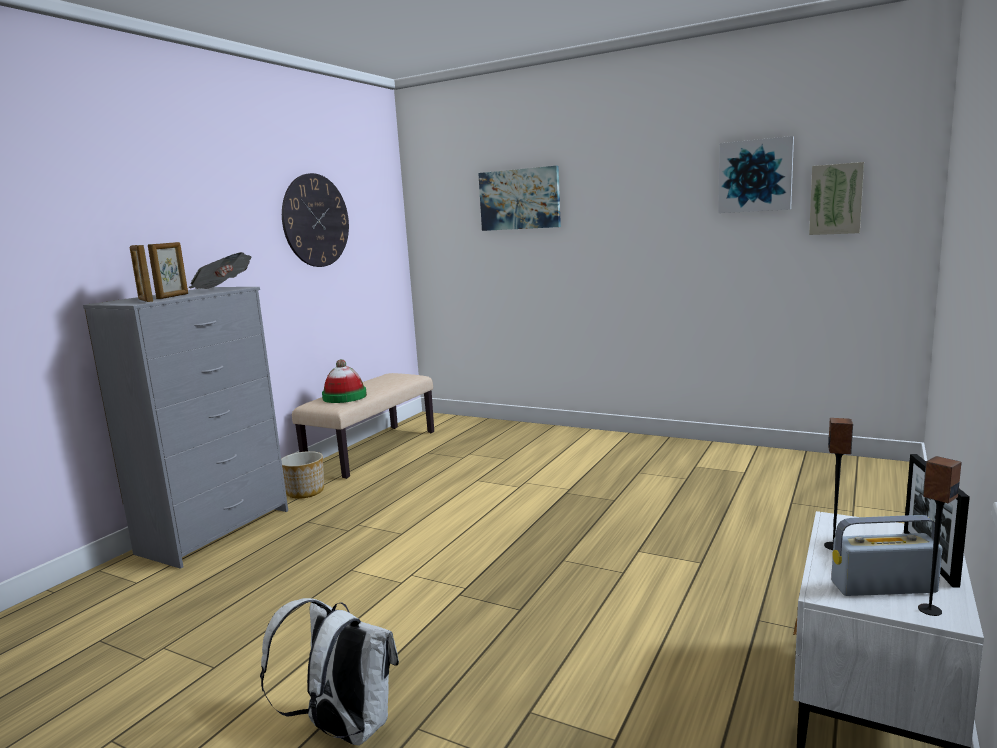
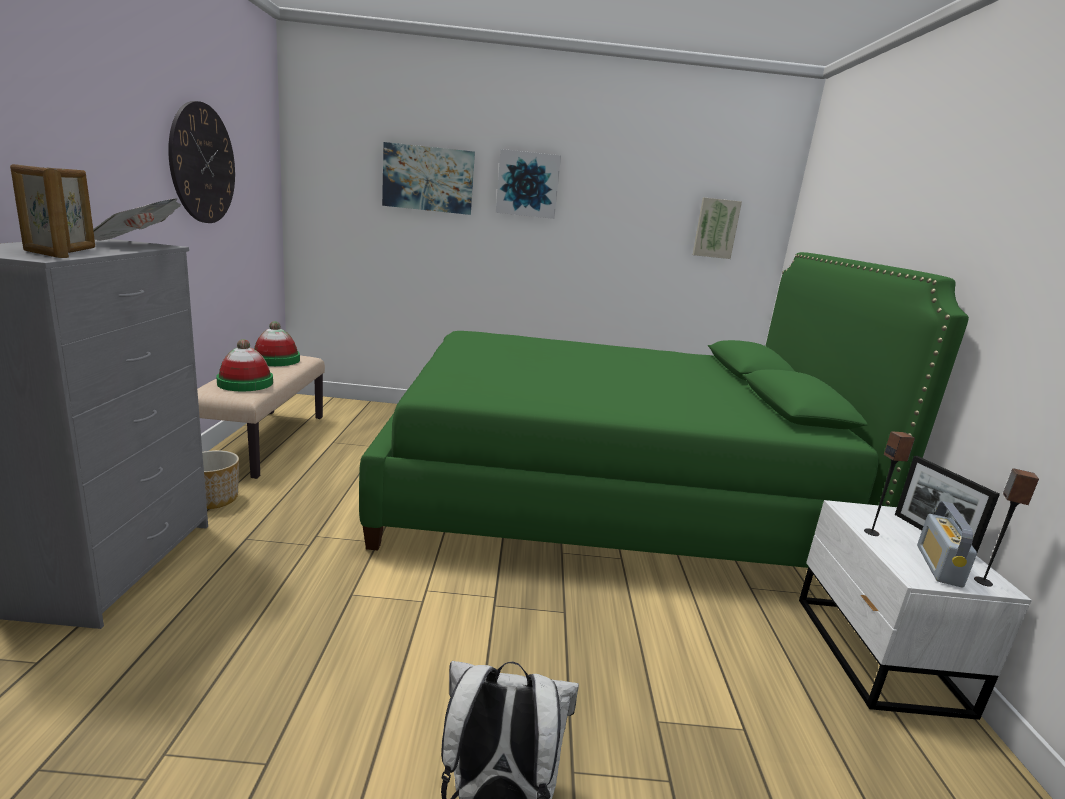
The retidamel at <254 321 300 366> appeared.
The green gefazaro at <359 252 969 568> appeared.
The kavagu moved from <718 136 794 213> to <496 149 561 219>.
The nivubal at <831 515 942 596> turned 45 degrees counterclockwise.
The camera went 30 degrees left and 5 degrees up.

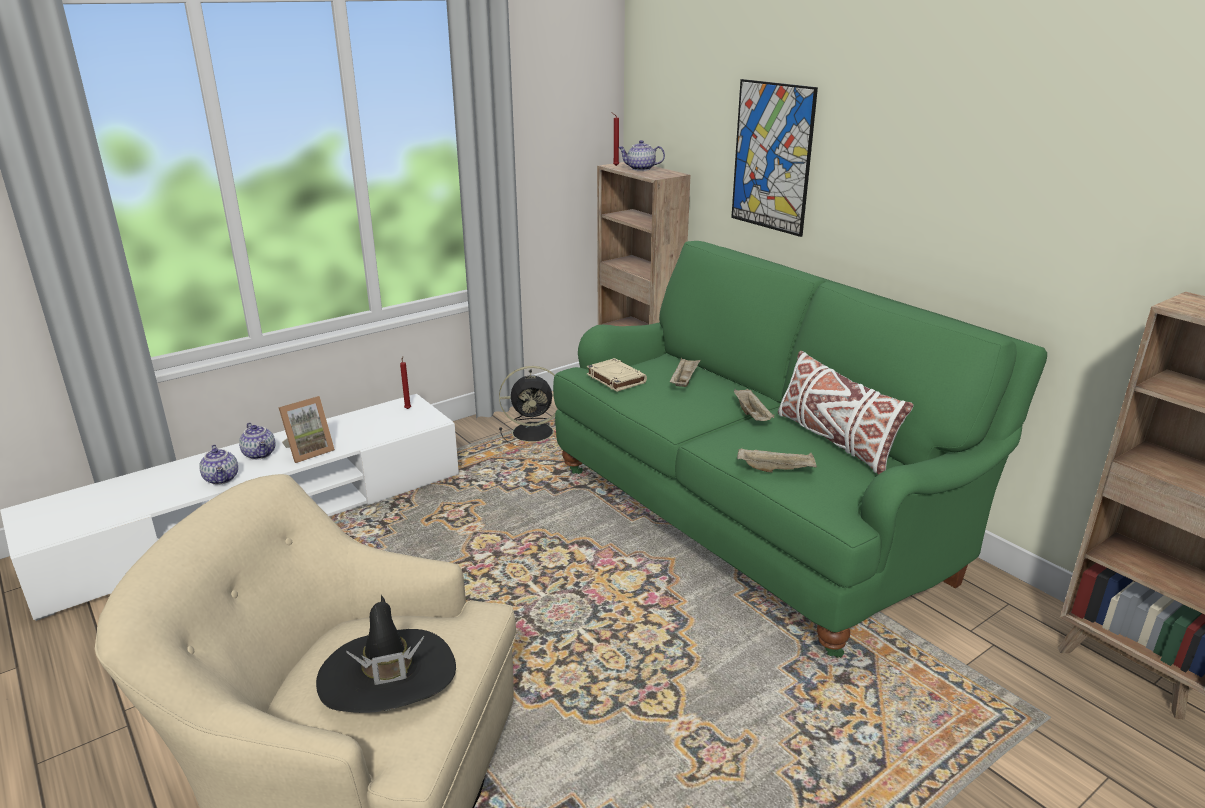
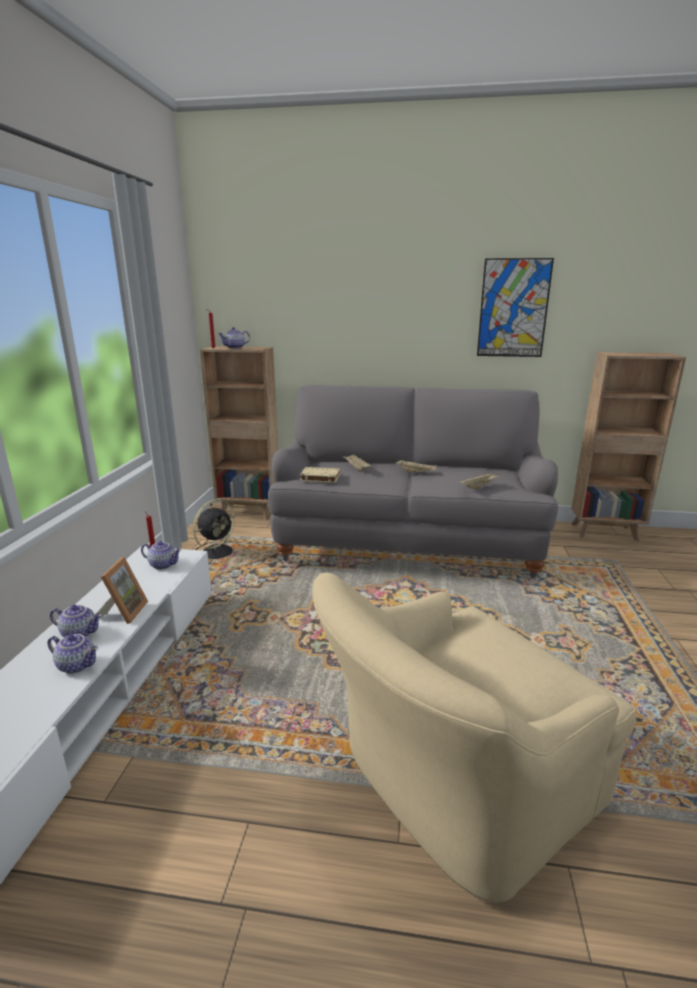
The black retidamel at <316 595 456 713> disappeared.
The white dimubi at <778 351 914 475> disappeared.
The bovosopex at <141 541 181 570> appeared.
The kavagu moved from <731 79 818 237> to <477 258 554 357>.
The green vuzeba at <553 241 1047 658> became the grey vuzeba at <268 385 558 578>.
The camera went 45 degrees left and 5 degrees down.

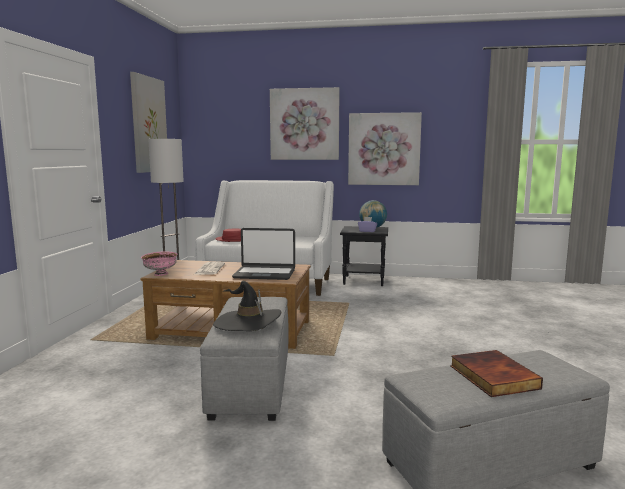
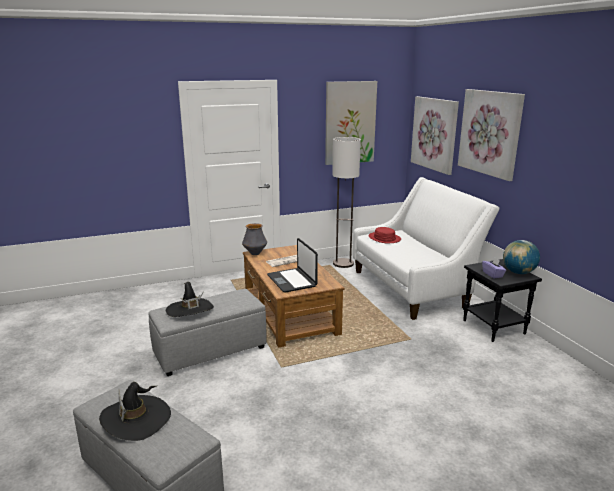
The kavagu moved from <348 112 422 185> to <411 96 459 175>.
The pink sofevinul at <141 252 178 276> was replaced by the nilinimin at <242 223 267 255>.
The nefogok at <450 350 543 397> was replaced by the black retidamel at <99 382 171 441>.
The camera went 60 degrees right and 10 degrees up.

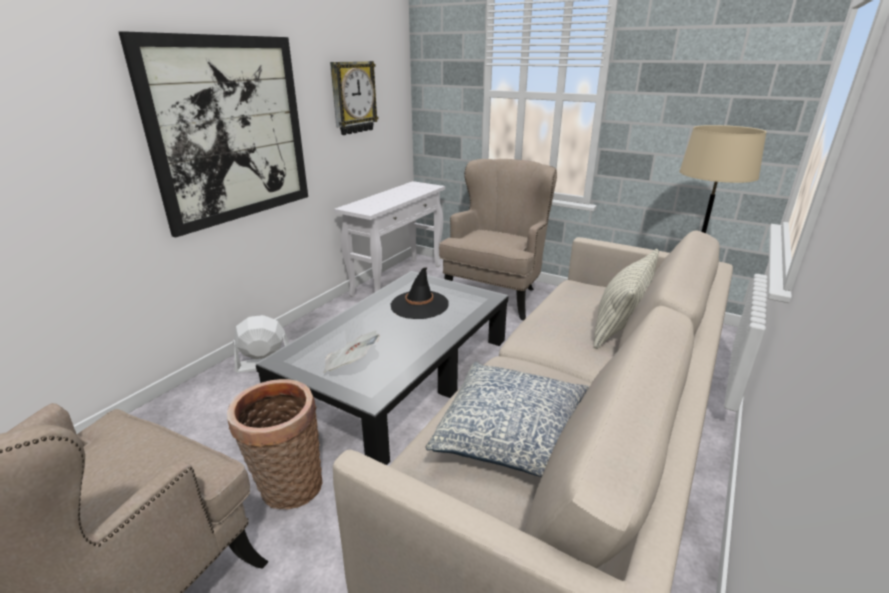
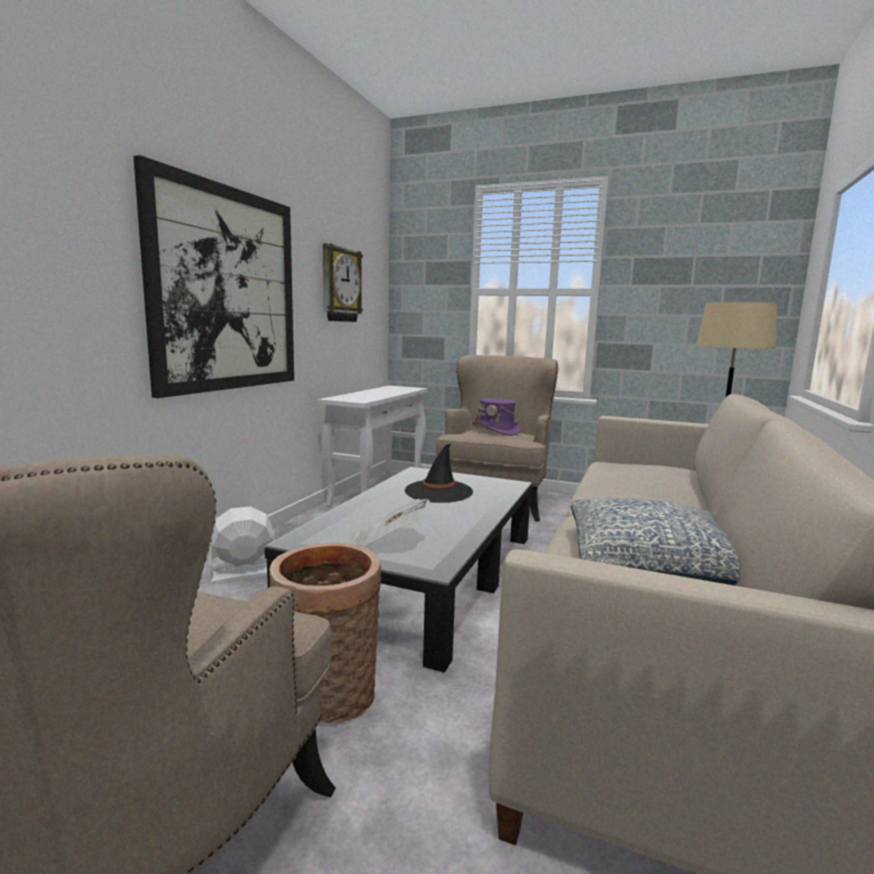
The dimubi at <594 249 659 349> disappeared.
The purple retidamel at <472 398 521 436> appeared.
The camera went 10 degrees left and 15 degrees down.

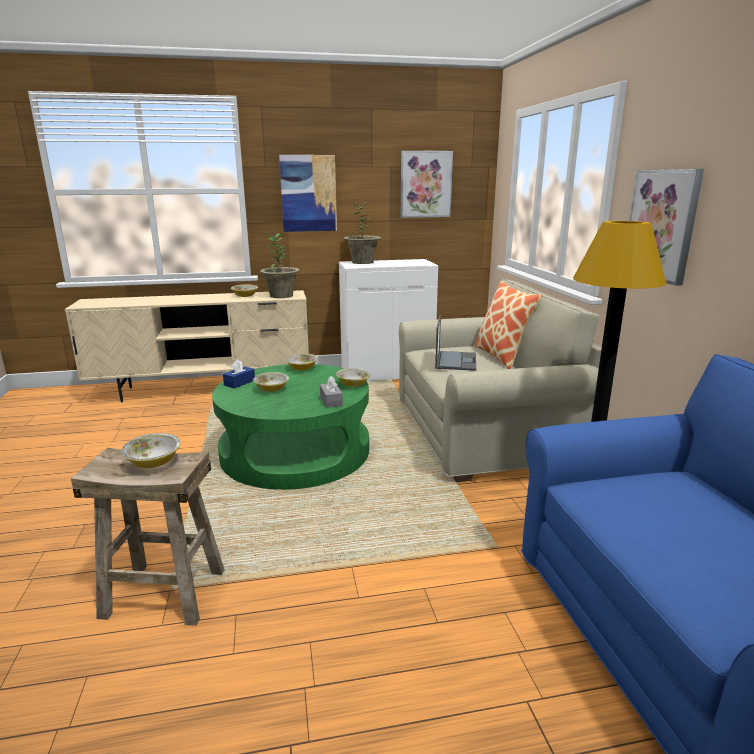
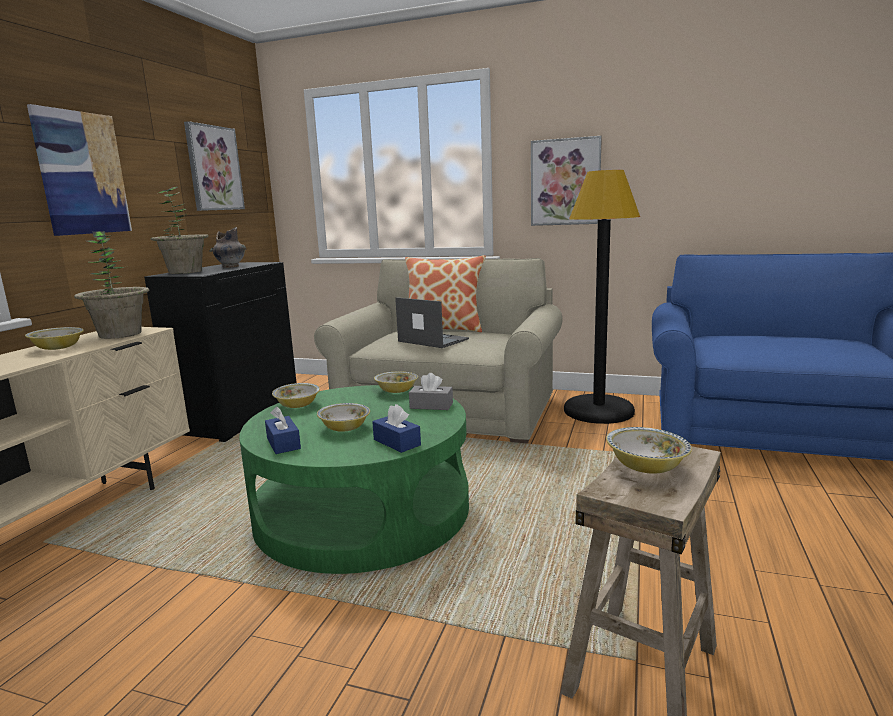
The grey nilinimin at <209 227 246 268> appeared.
The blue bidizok at <372 404 421 453> appeared.
The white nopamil at <339 259 438 381> became the black nopamil at <144 262 297 442>.
The camera went 60 degrees left and 5 degrees down.

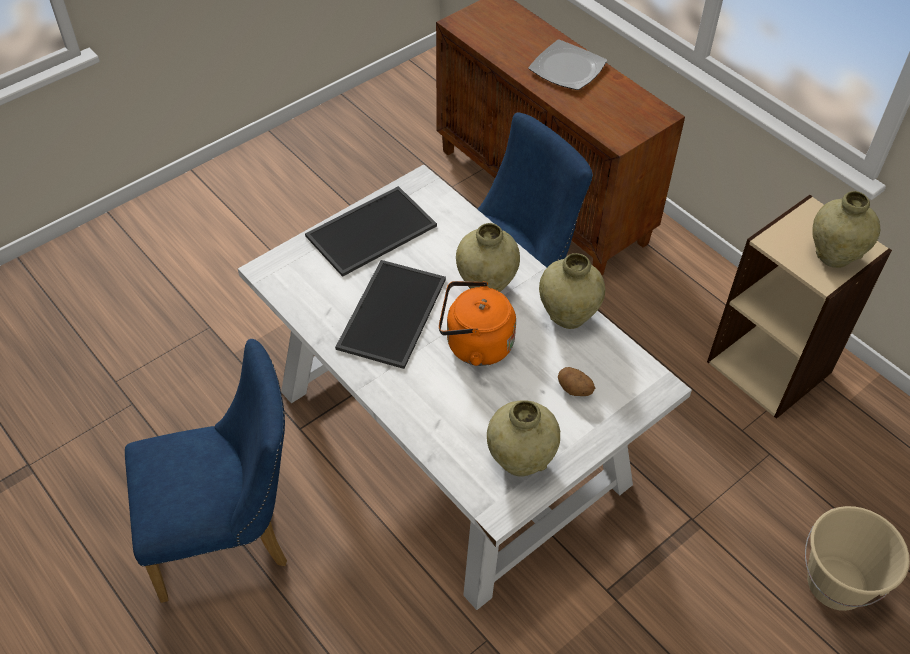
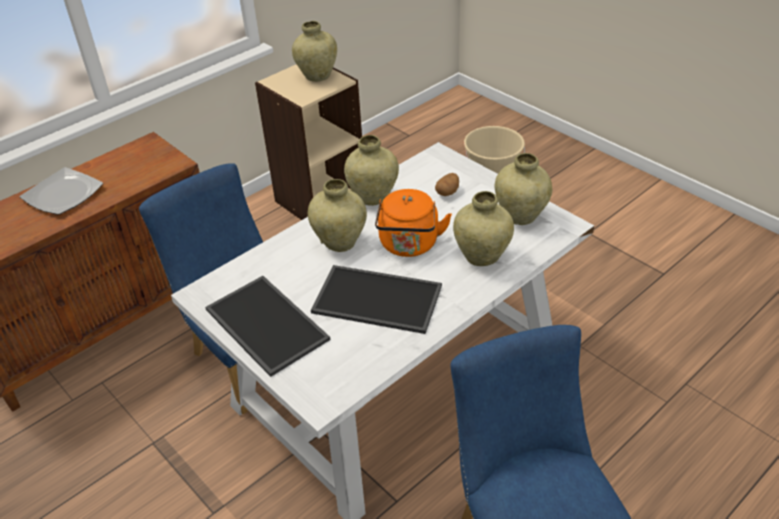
The beige nilinimin at <453 191 514 266> appeared.
The camera went 90 degrees left and 10 degrees down.

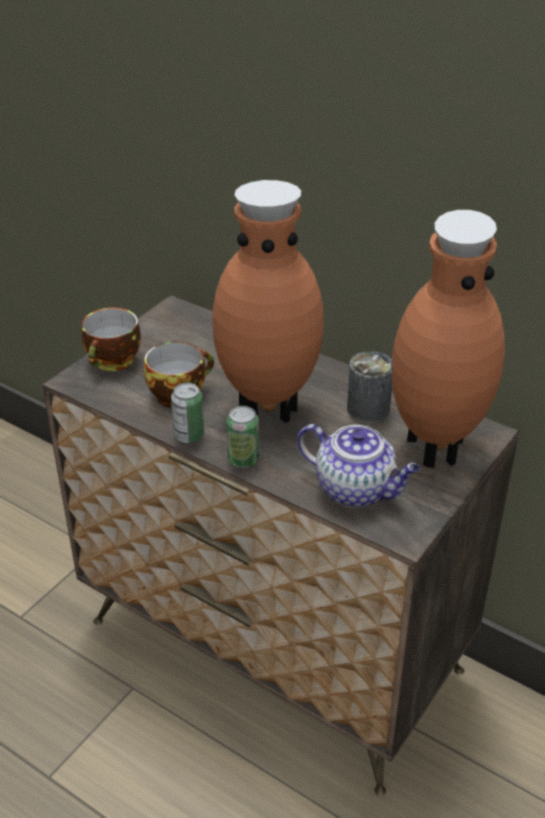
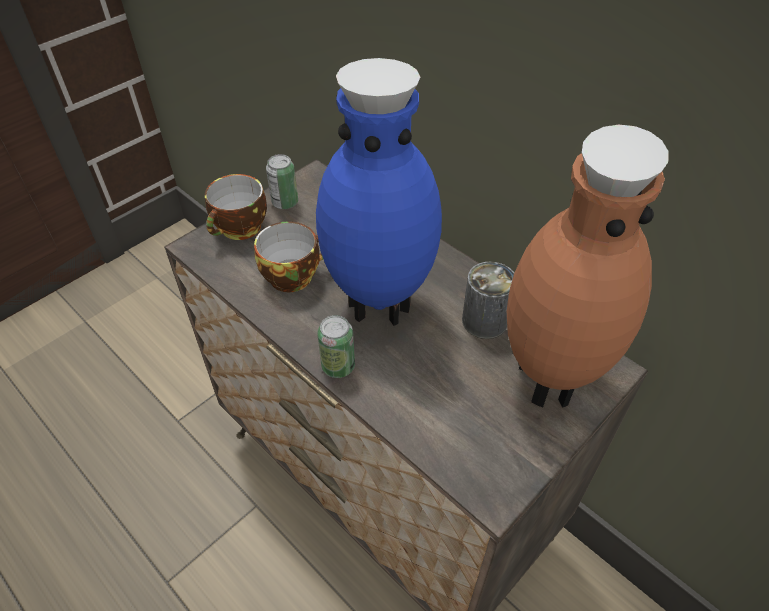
The bovosopex at <297 424 420 508> disappeared.
The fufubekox moved from <171 383 204 443> to <266 154 298 209>.
The brown nilinimin at <212 180 324 423> became the blue nilinimin at <316 58 442 326>.
The camera went 10 degrees right and 10 degrees up.

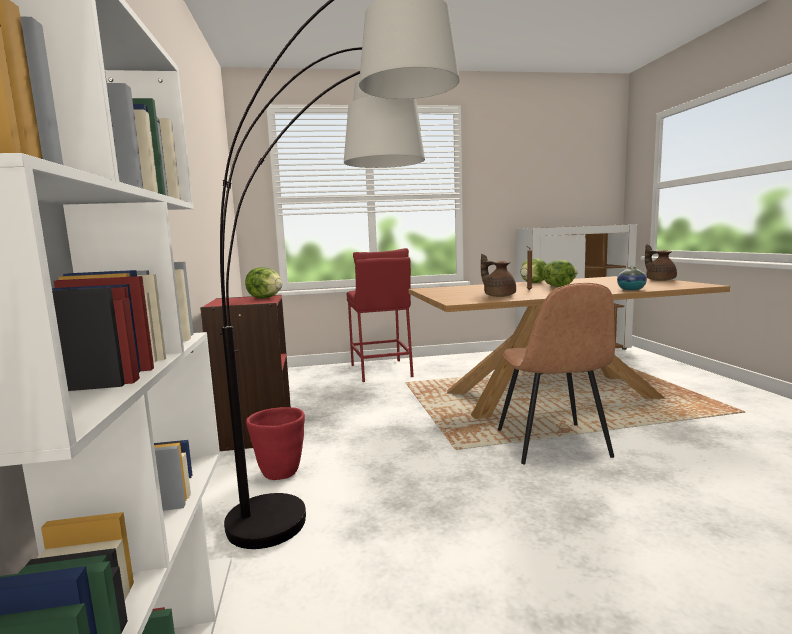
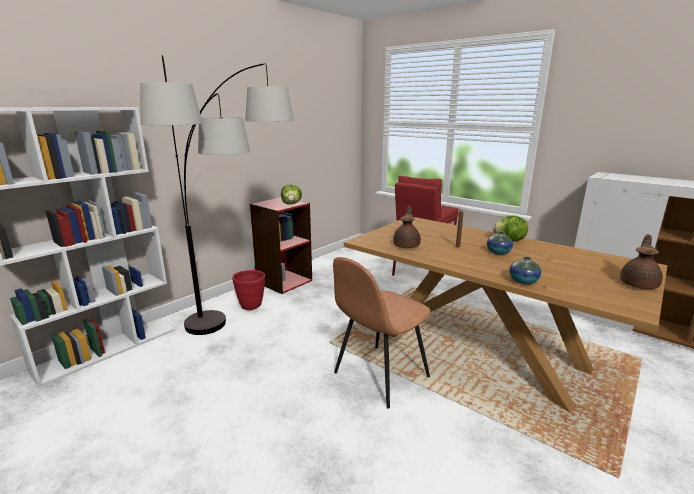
The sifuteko at <543 260 578 287> was replaced by the nilinimin at <487 232 513 255>.
The camera went 50 degrees right and 10 degrees up.

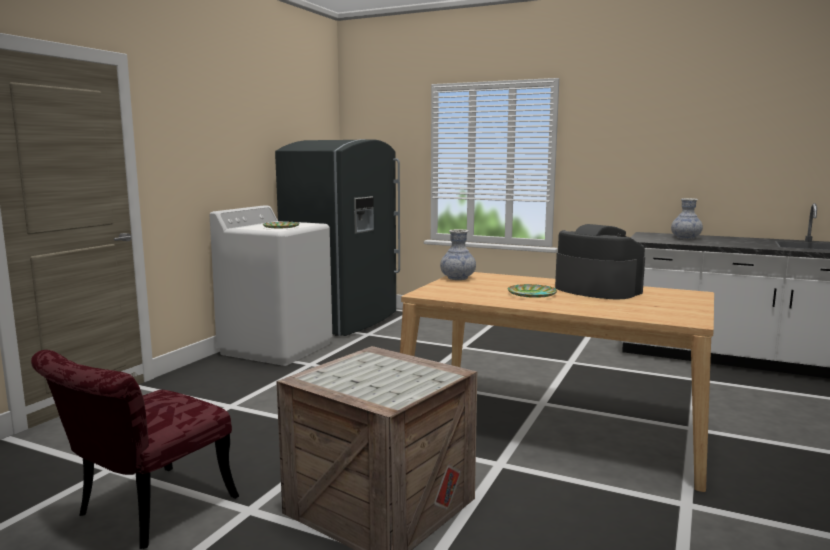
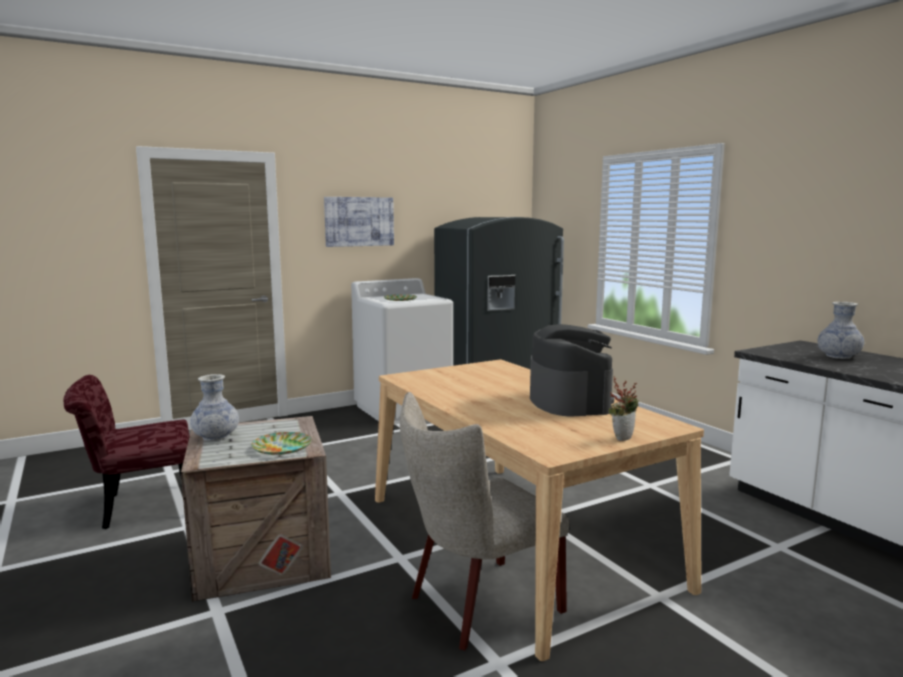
The kavagu at <324 197 394 247> appeared.
The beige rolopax at <400 392 570 651> appeared.
The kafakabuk at <609 376 639 441> appeared.
The nilinimin moved from <440 229 476 280> to <190 374 239 441>.
The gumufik moved from <508 284 557 298> to <251 432 312 455>.
The camera went 35 degrees right and 0 degrees up.

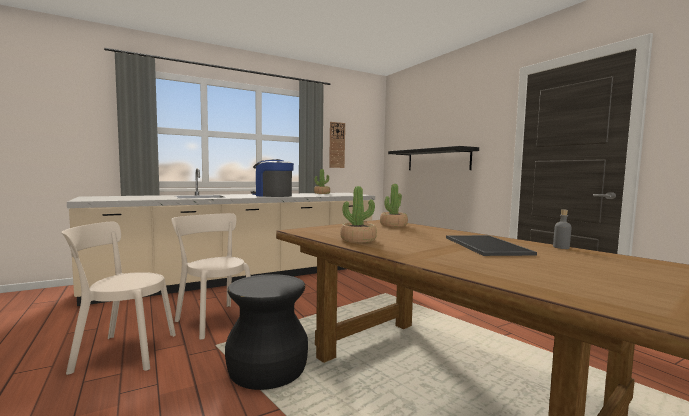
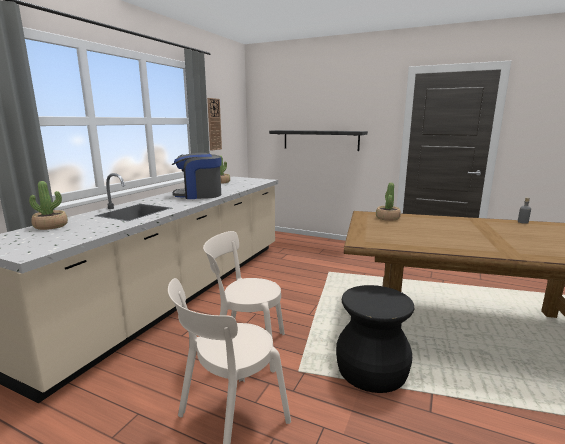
The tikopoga at <446 235 537 256> disappeared.
The kafakabuk moved from <340 186 377 243> to <29 181 68 230>.
The camera went 35 degrees left and 10 degrees up.

